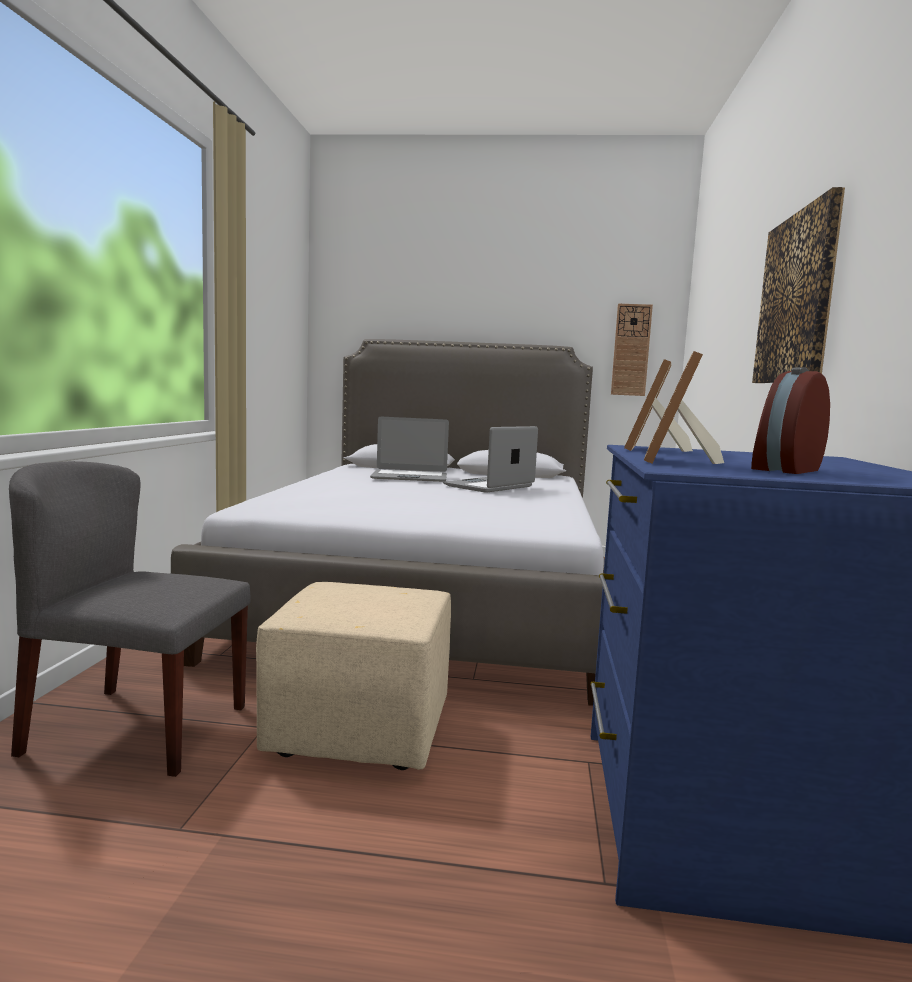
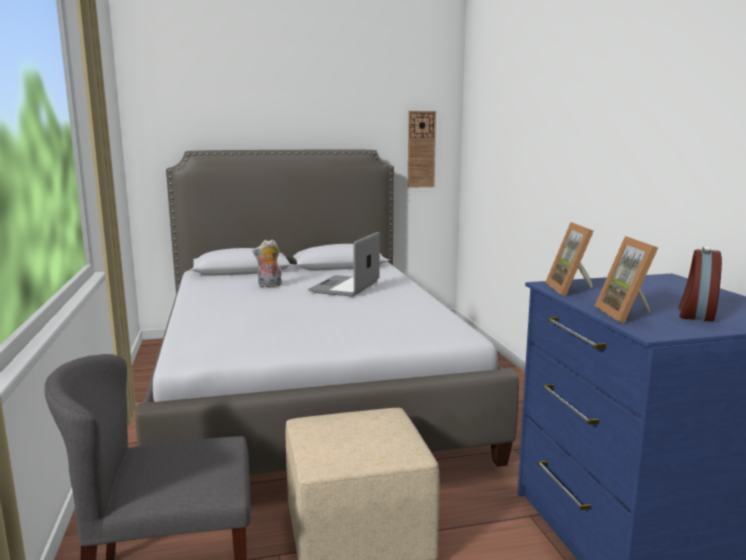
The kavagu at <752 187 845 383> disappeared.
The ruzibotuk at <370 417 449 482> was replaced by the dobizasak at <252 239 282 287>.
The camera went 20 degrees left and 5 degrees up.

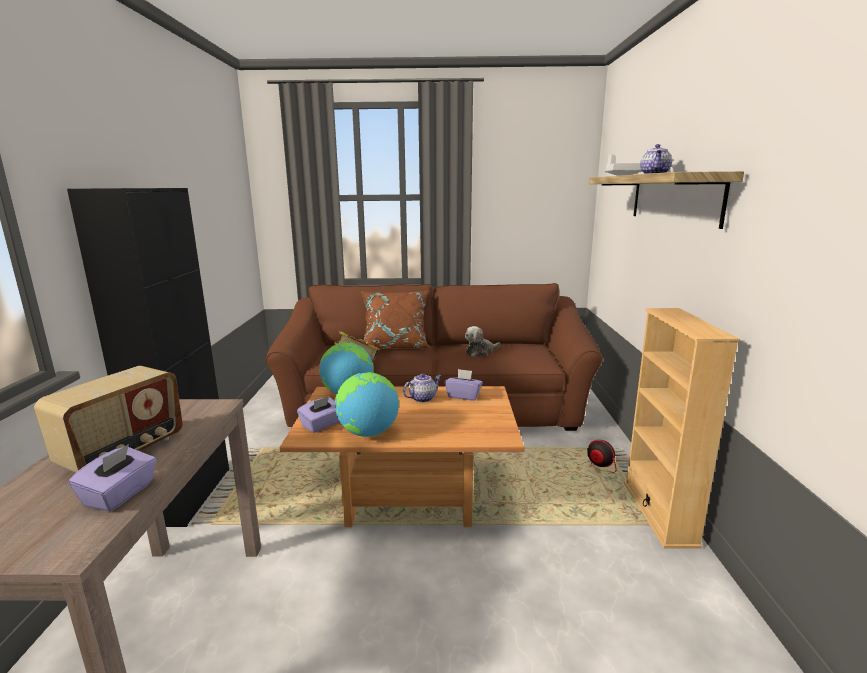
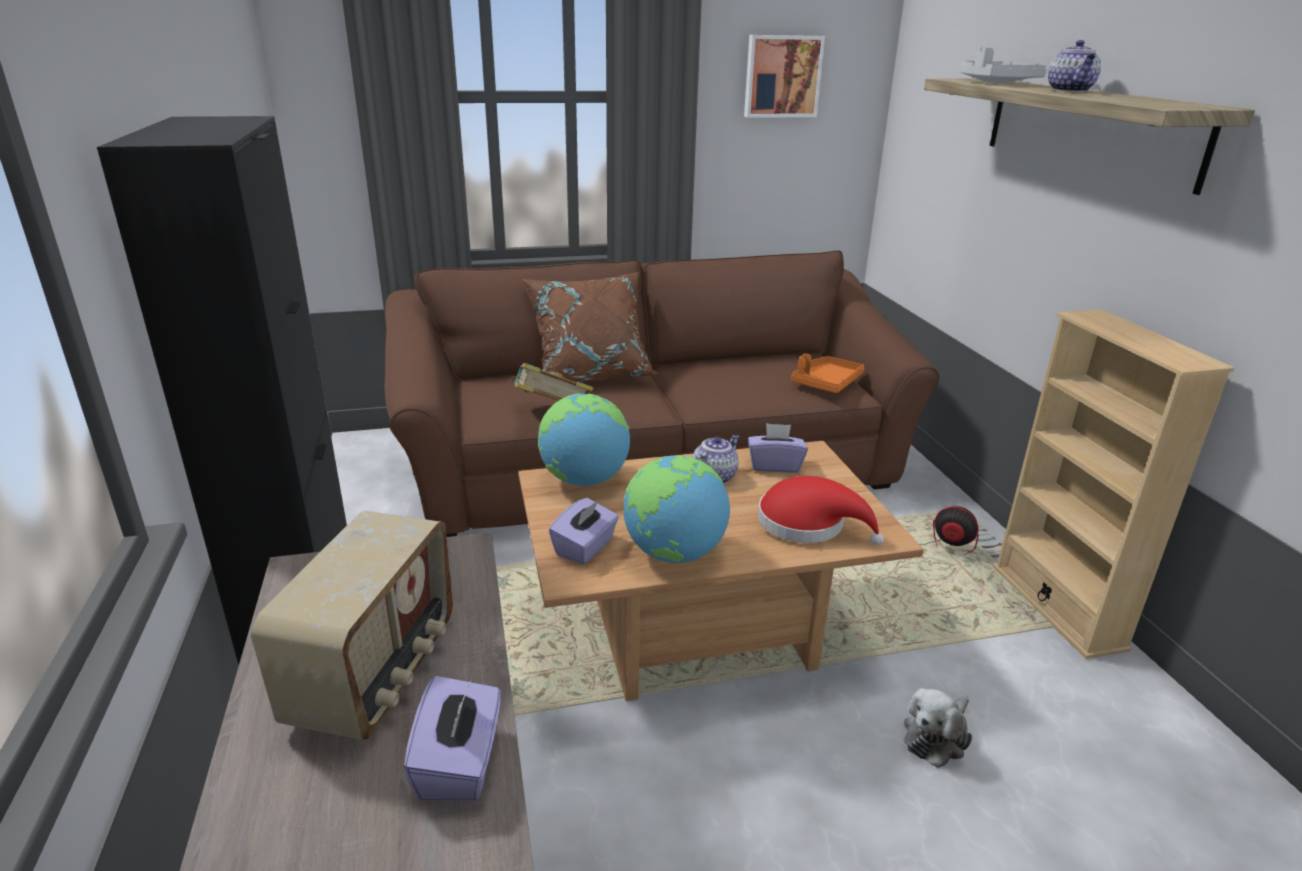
The kavagu at <744 35 825 118> appeared.
The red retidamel at <758 476 884 546> appeared.
The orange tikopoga at <791 353 865 393> appeared.
The dobizasak moved from <465 326 500 357> to <904 688 972 768>.
The camera went 15 degrees left and 10 degrees up.

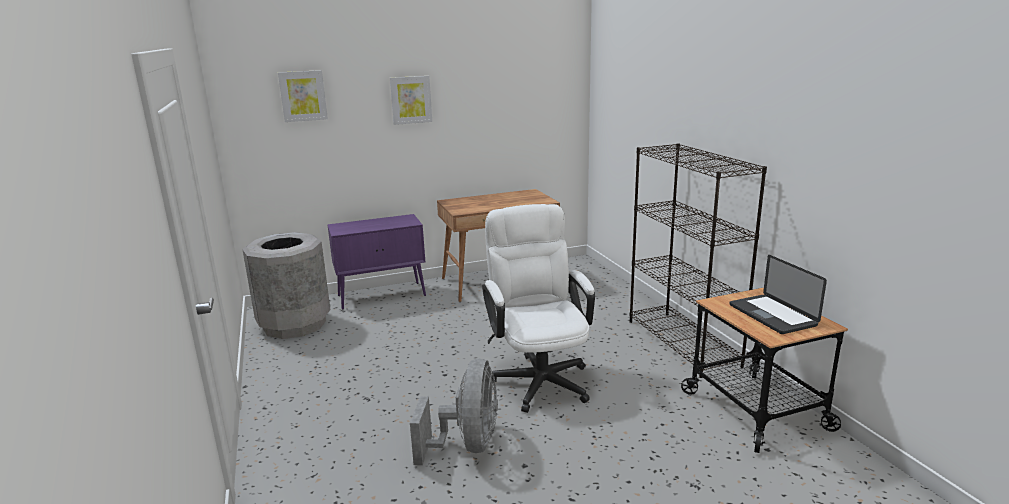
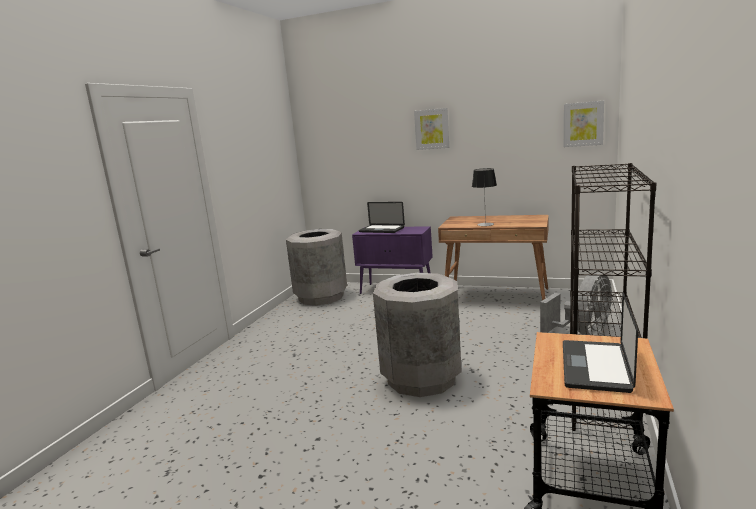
The ruzibotuk at <359 202 405 233> appeared.
The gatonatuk at <472 168 497 226> appeared.
The kavagu moved from <278 70 328 122> to <564 101 604 147>.
The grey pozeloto moved from <410 359 498 465> to <540 272 612 335>.
The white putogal at <482 204 595 413> was replaced by the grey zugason at <373 273 462 397>.
The camera went 40 degrees right and 5 degrees down.

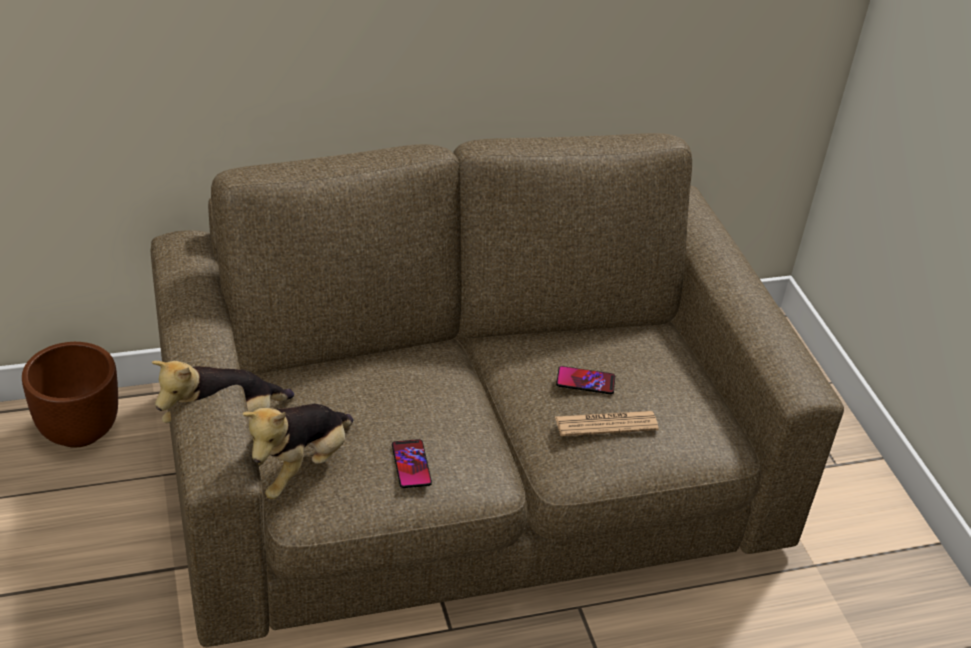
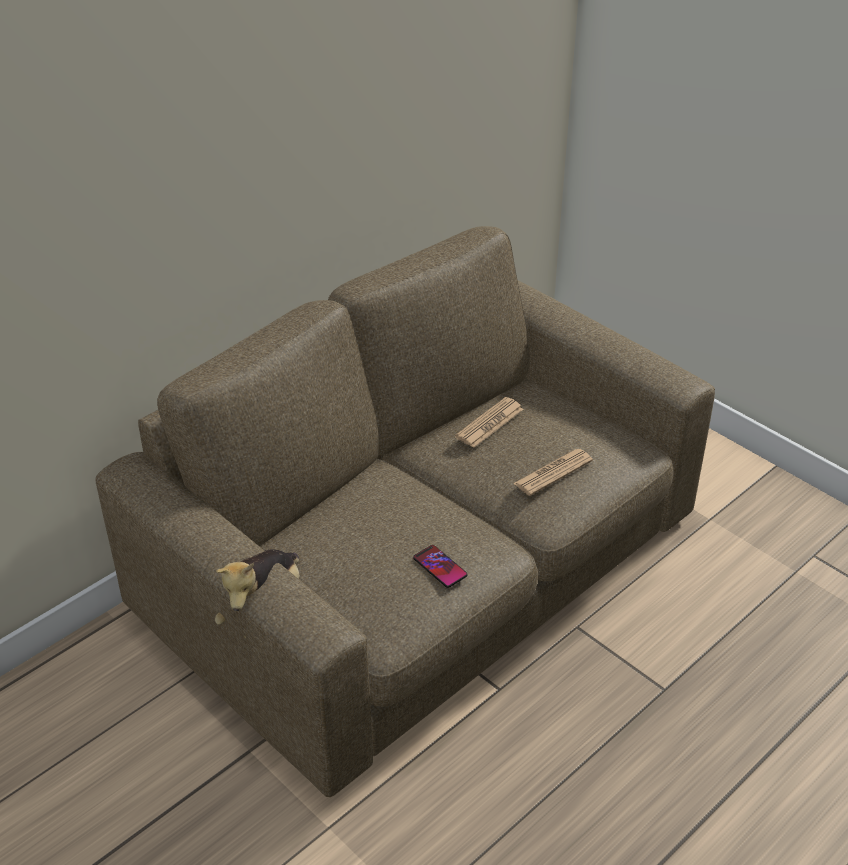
The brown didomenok at <22 342 118 448> disappeared.
The dobizasak at <242 404 353 499> disappeared.
The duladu at <556 366 615 394> disappeared.
The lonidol at <455 397 523 448> appeared.
The camera went 25 degrees left and 0 degrees up.

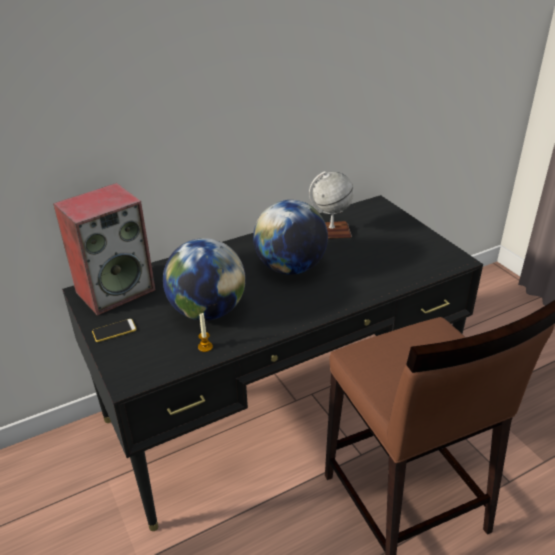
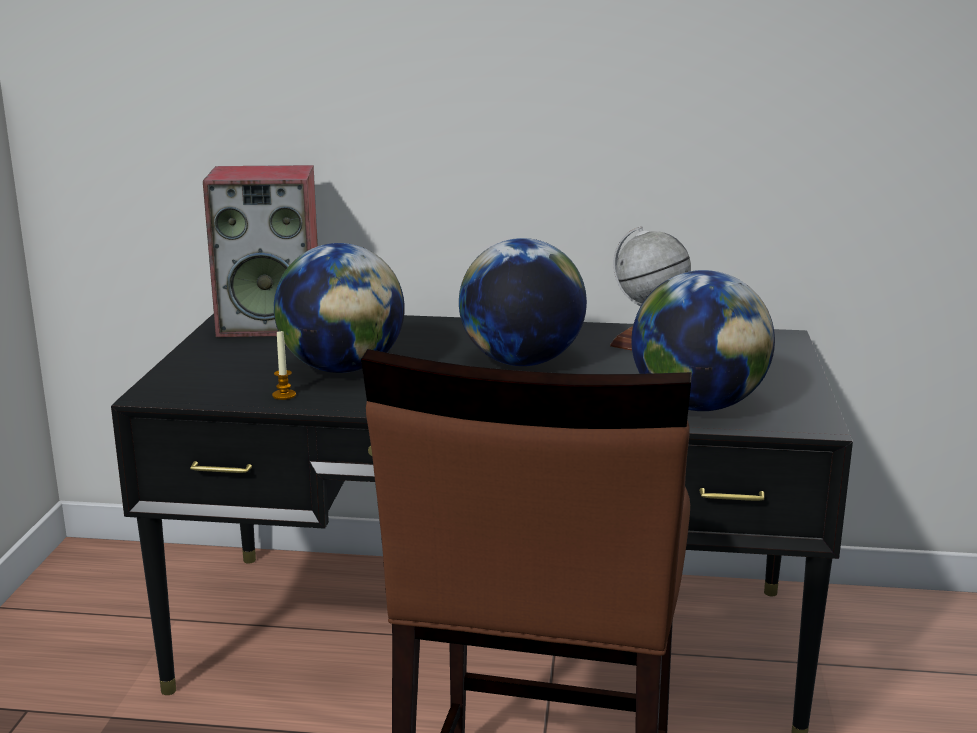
The duladu at <92 319 137 342> disappeared.
The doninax at <631 270 775 411> appeared.
The camera went 35 degrees right and 15 degrees down.

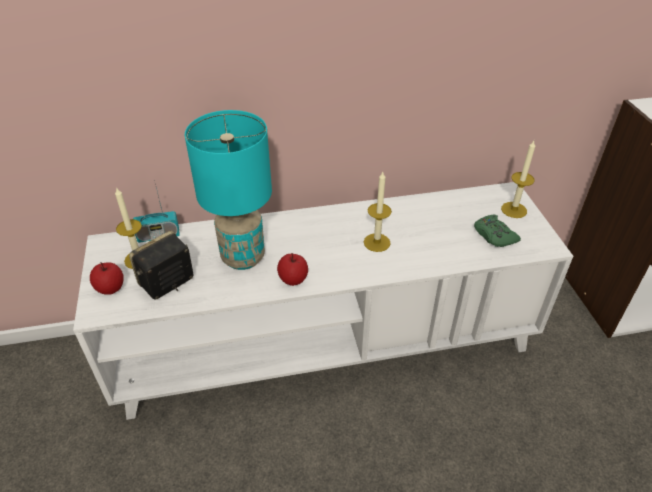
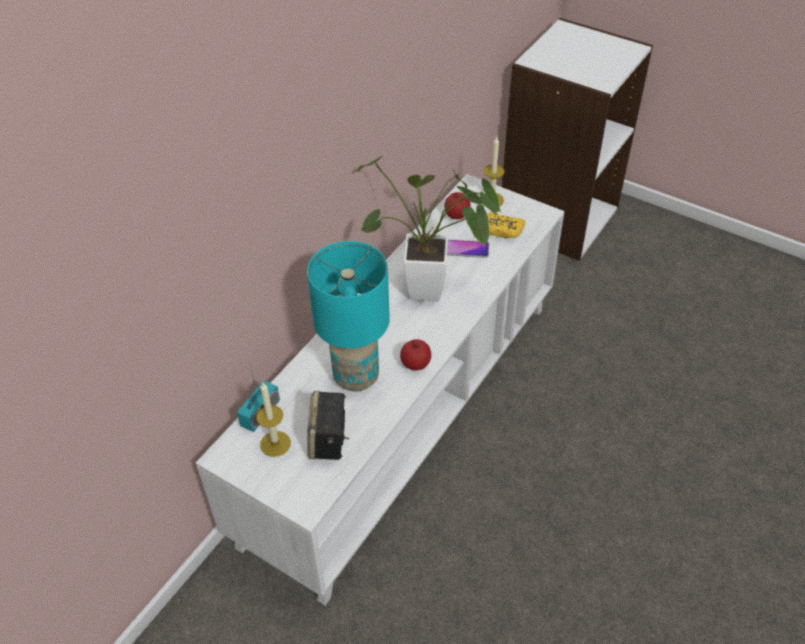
The duladu at <447 239 489 258> appeared.
The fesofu moved from <90 262 124 295> to <445 192 471 219>.
The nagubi at <364 172 392 252> was replaced by the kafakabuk at <357 156 502 302>.
The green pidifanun at <474 214 521 247> became the yellow pidifanun at <487 212 525 238>.
The camera went 45 degrees left and 5 degrees up.

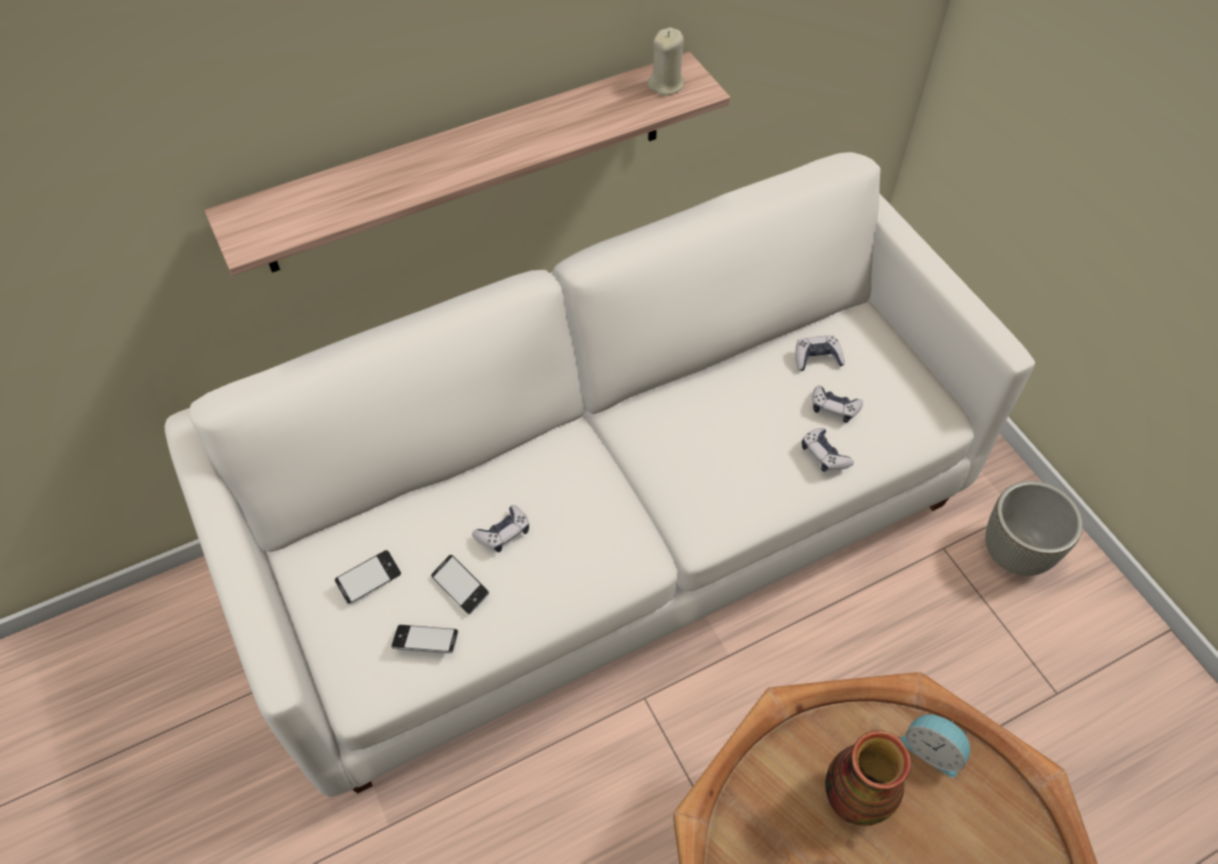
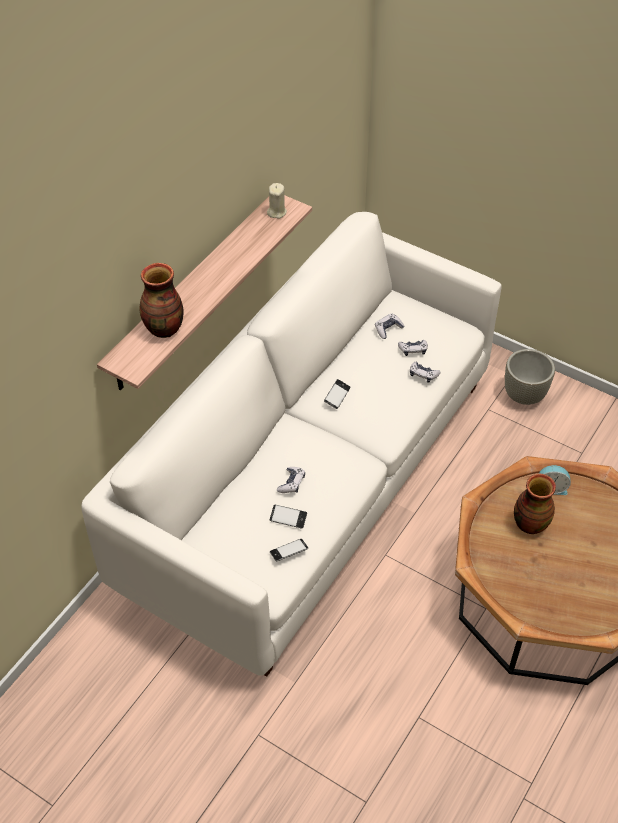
The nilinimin at <139 263 183 338> appeared.
The duladu moved from <335 550 401 604> to <324 379 350 409>.
The camera went 30 degrees left and 5 degrees down.

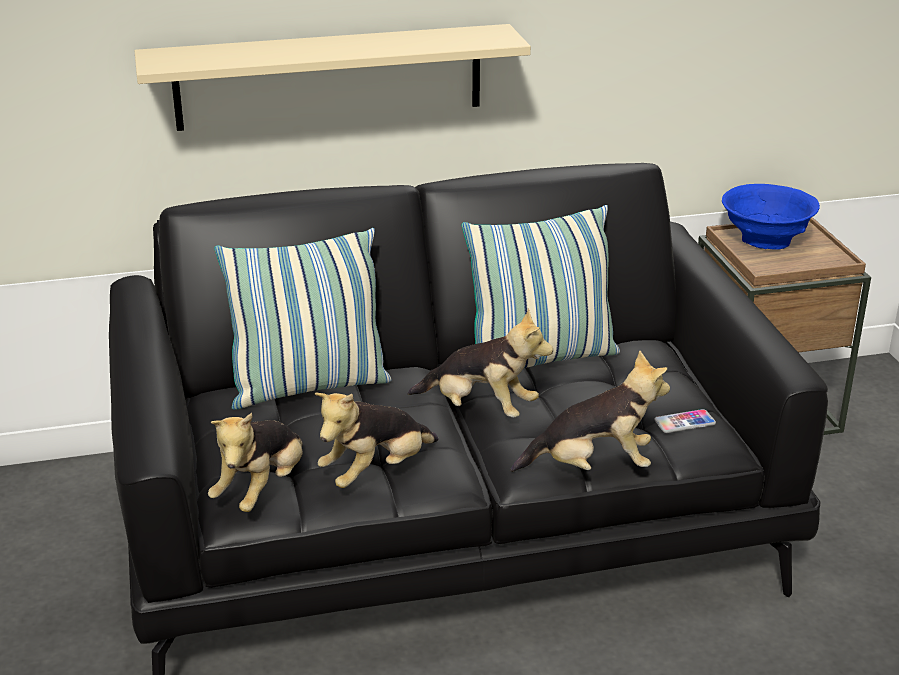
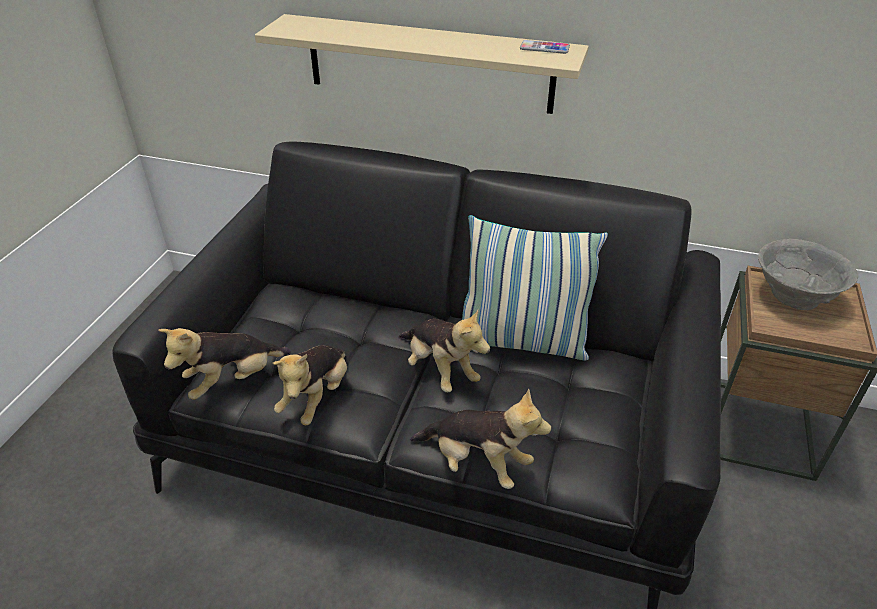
The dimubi at <214 228 392 410> disappeared.
The duladu moved from <654 409 716 433> to <520 40 570 54>.
The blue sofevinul at <722 184 820 250> became the grey sofevinul at <758 239 858 310>.
The dobizasak at <314 392 438 488> turned 60 degrees counterclockwise.
The camera went 30 degrees right and 10 degrees up.

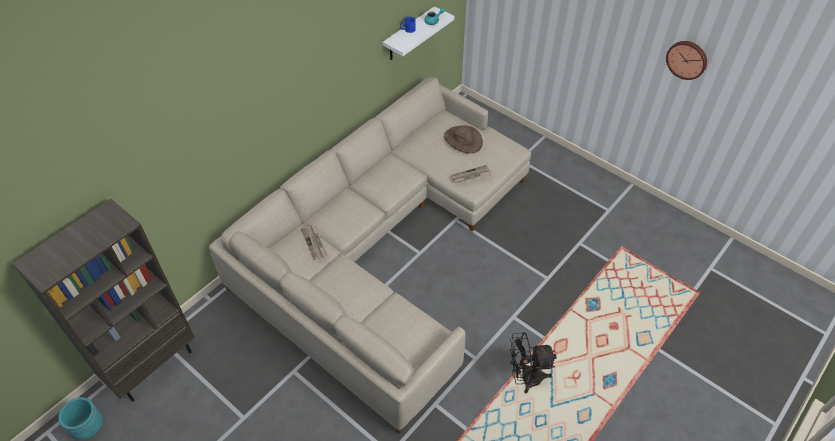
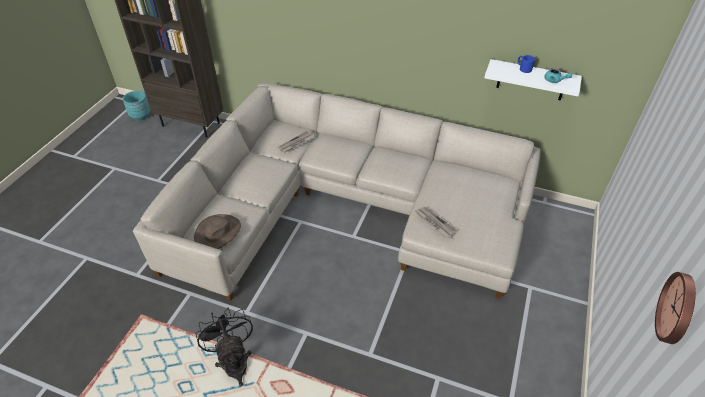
The brown retidamel moved from <444 125 483 154> to <194 214 241 249>.
The camera went 70 degrees right and 5 degrees down.

